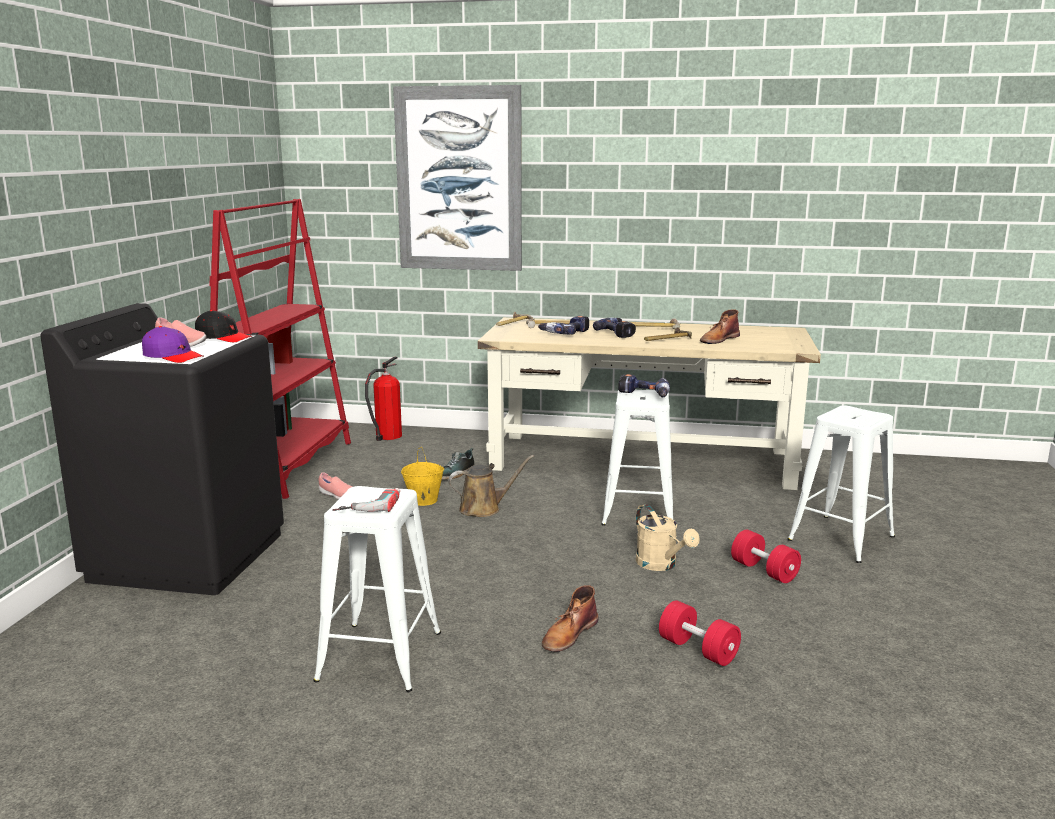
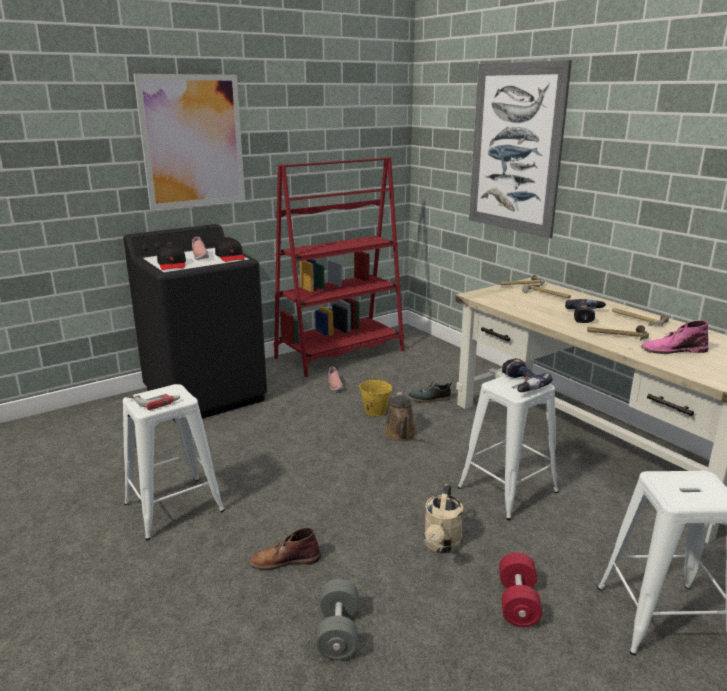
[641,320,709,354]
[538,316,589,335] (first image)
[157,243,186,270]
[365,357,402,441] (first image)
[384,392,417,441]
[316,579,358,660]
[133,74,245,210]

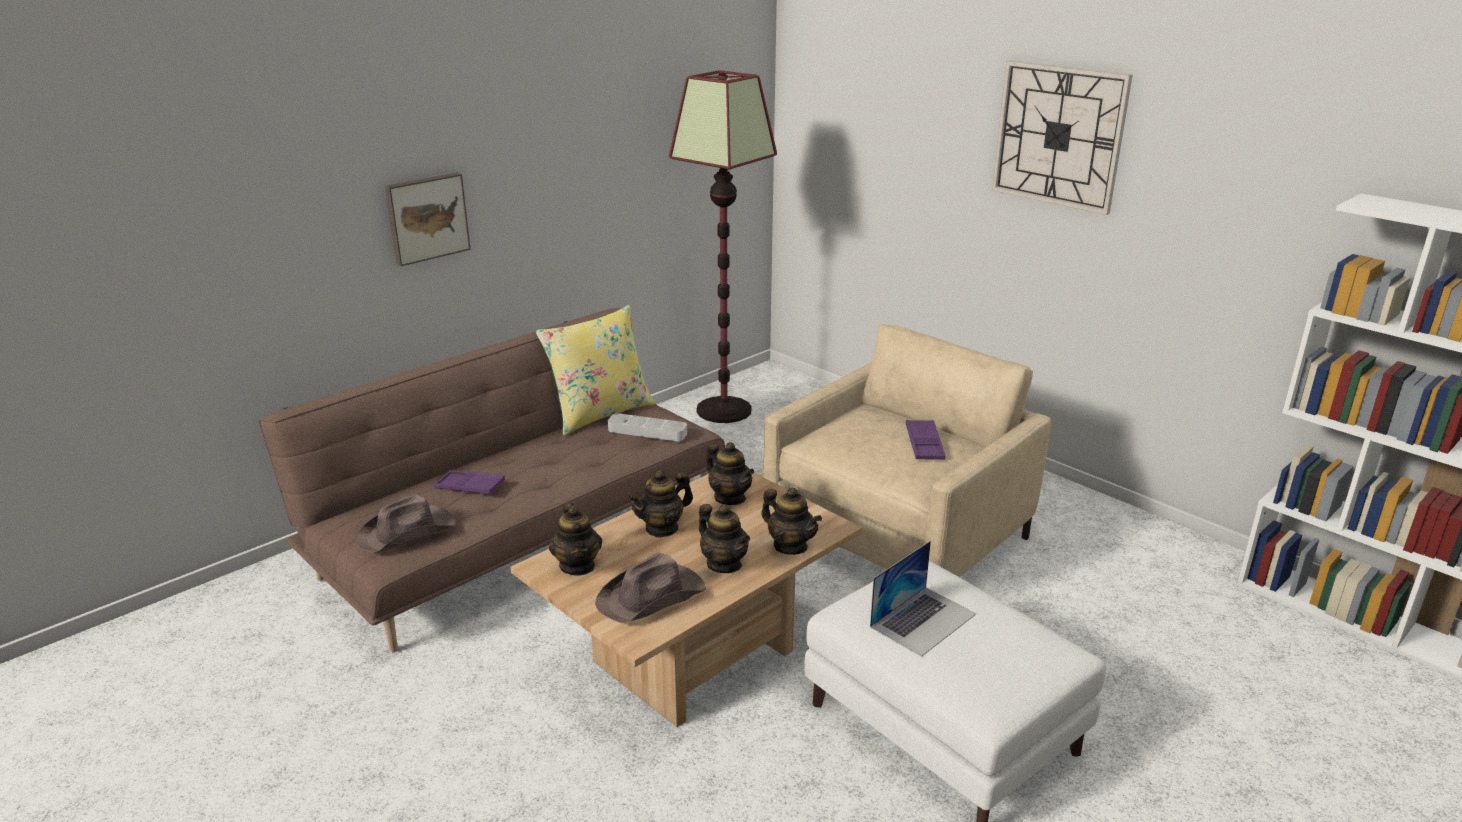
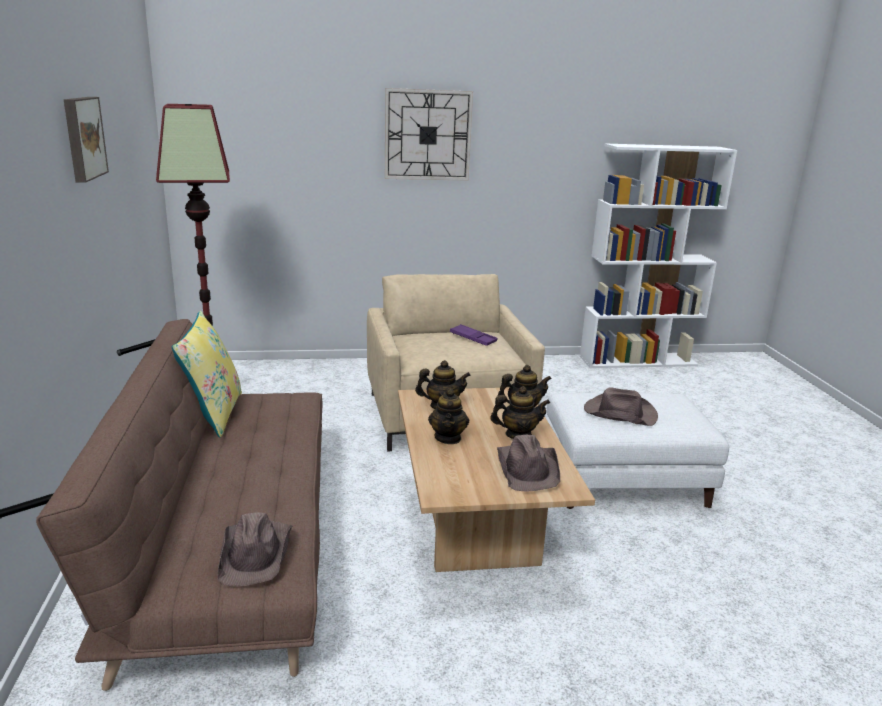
[64,97,109,183]
[608,413,687,441] (first image)
[434,470,505,494] (first image)
[549,503,602,576] (first image)
[584,387,658,426]

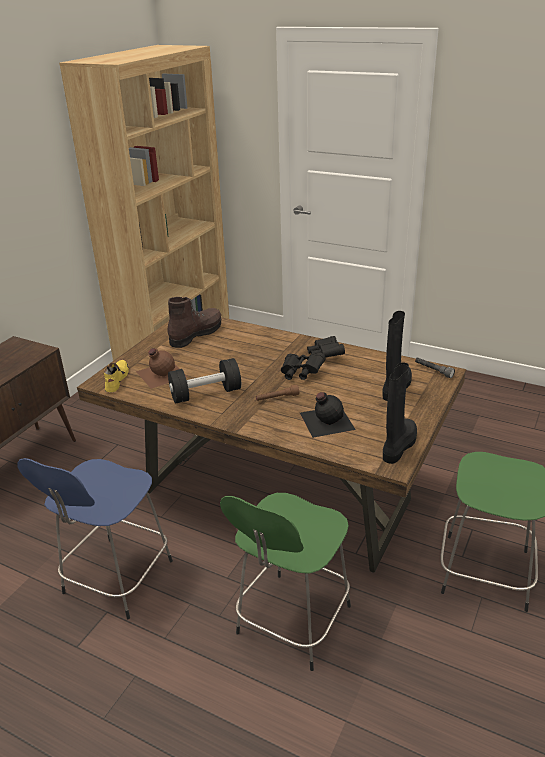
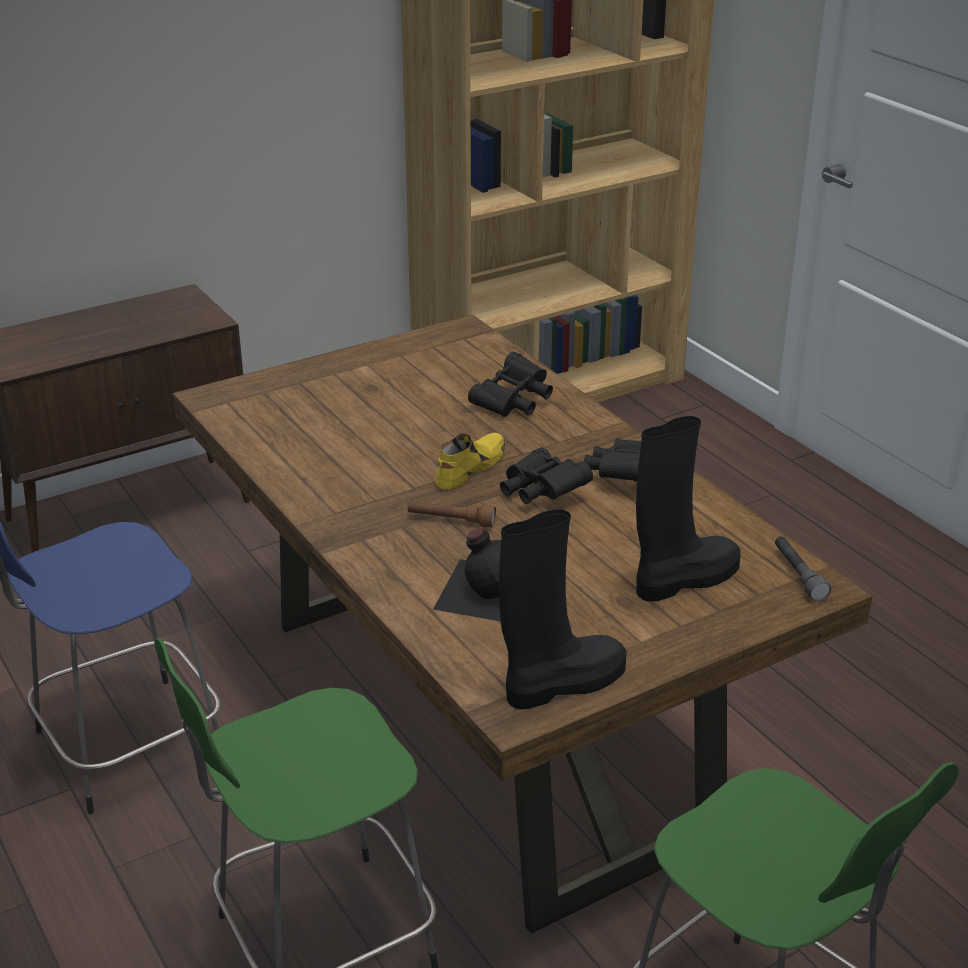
[168,297,221,348] (first image)
[136,348,187,389] (first image)
[168,358,241,404] (first image)
[434,433,506,490]
[468,352,553,417]

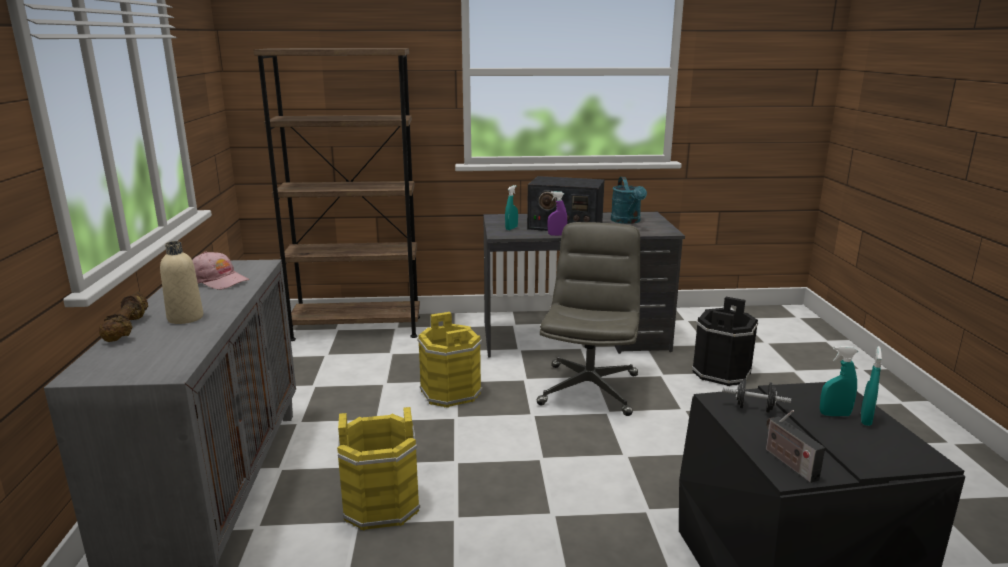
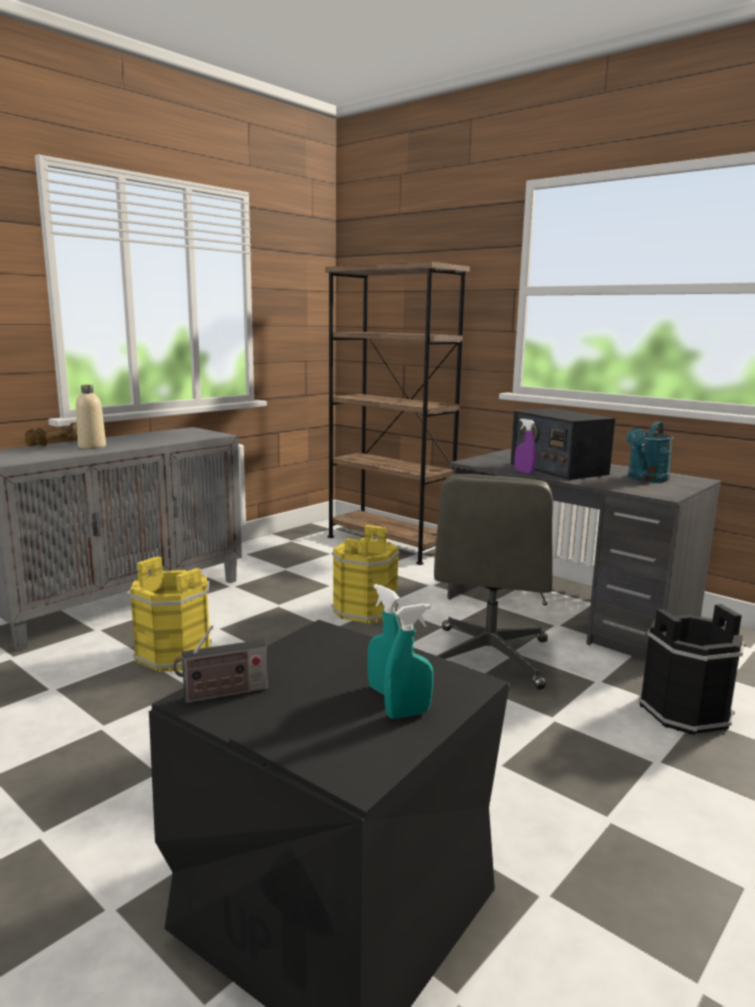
[505,185,518,230] (first image)
[434,474,553,690]
[192,252,249,289] (first image)
[722,378,791,413] (first image)
[173,625,268,703]

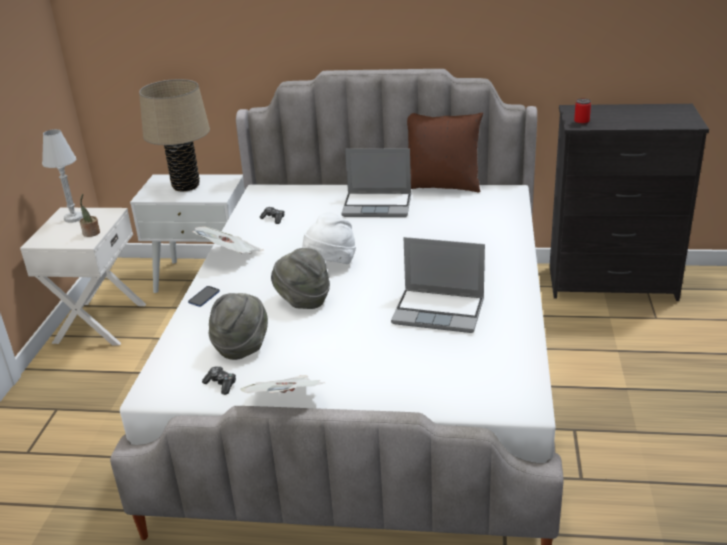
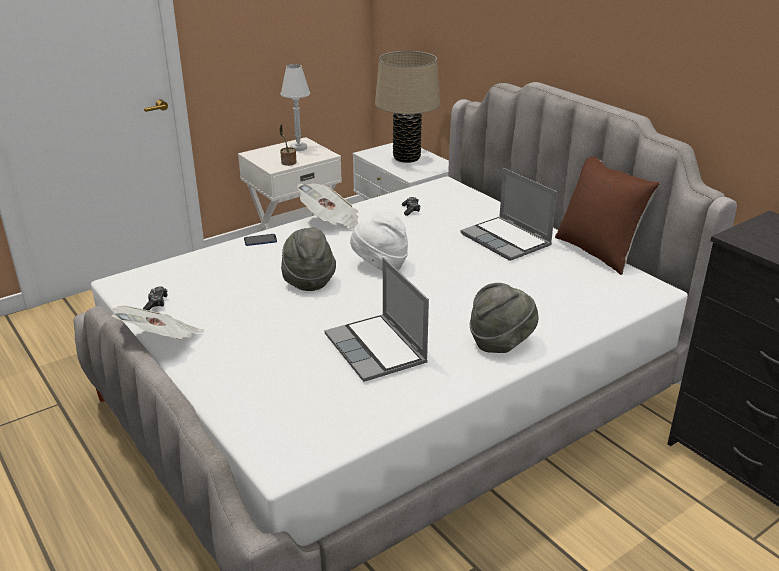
[574,98,591,125] (first image)
[470,283,538,353]

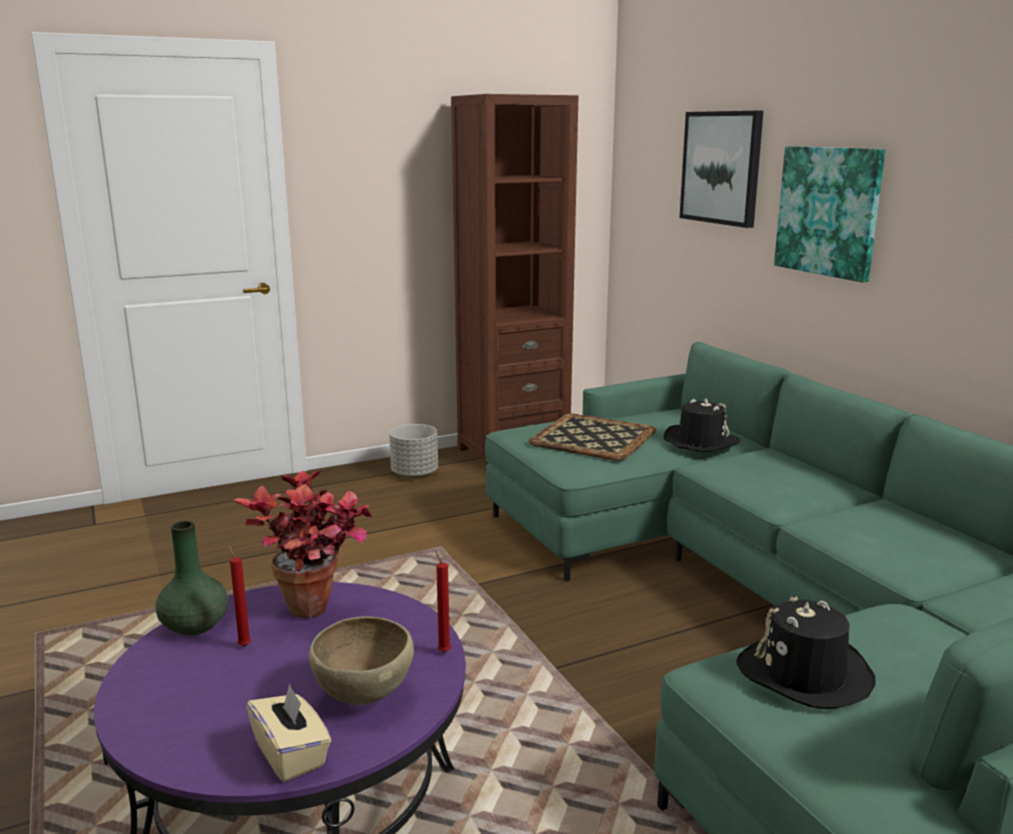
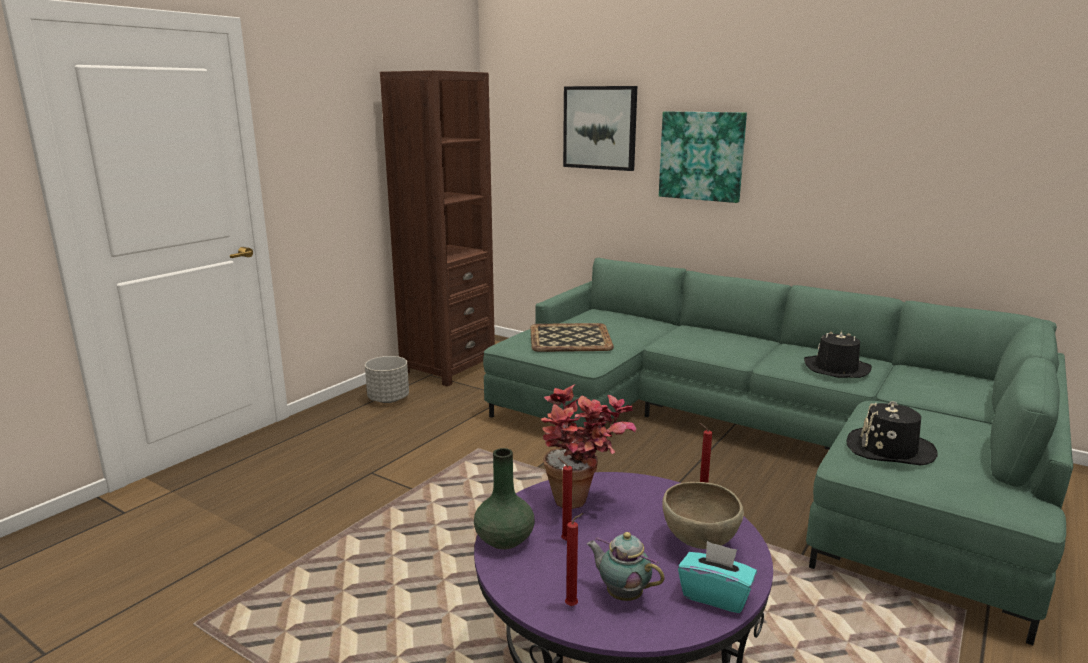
[804,331,872,378]
[678,541,757,613]
[565,513,584,606]
[587,532,665,601]

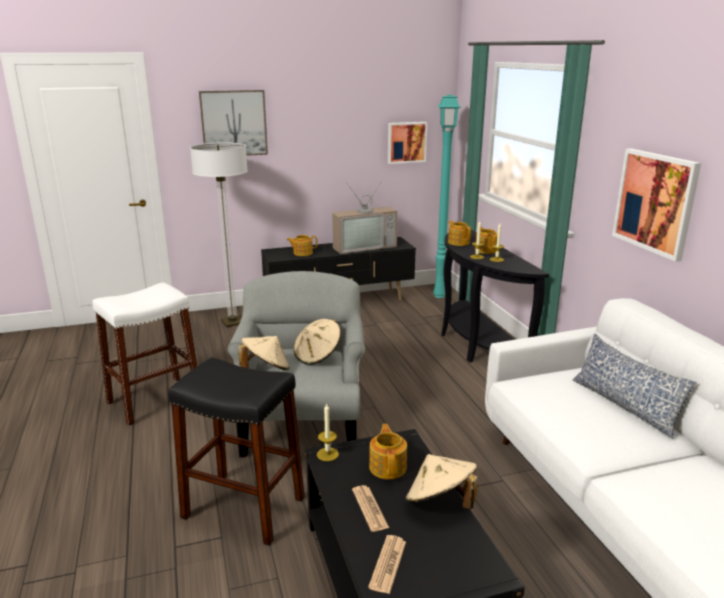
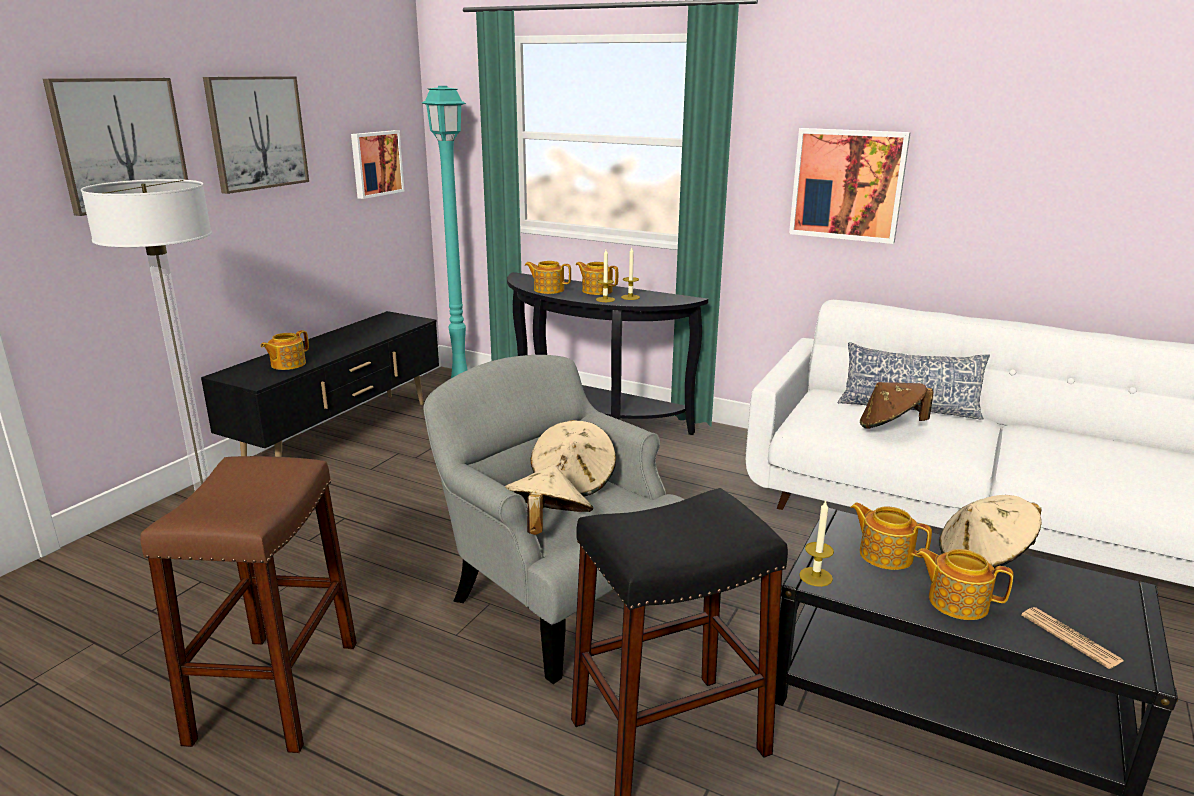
[332,179,398,254] (first image)
[140,456,357,753]
[916,548,1013,620]
[203,76,309,194]
[860,382,934,428]

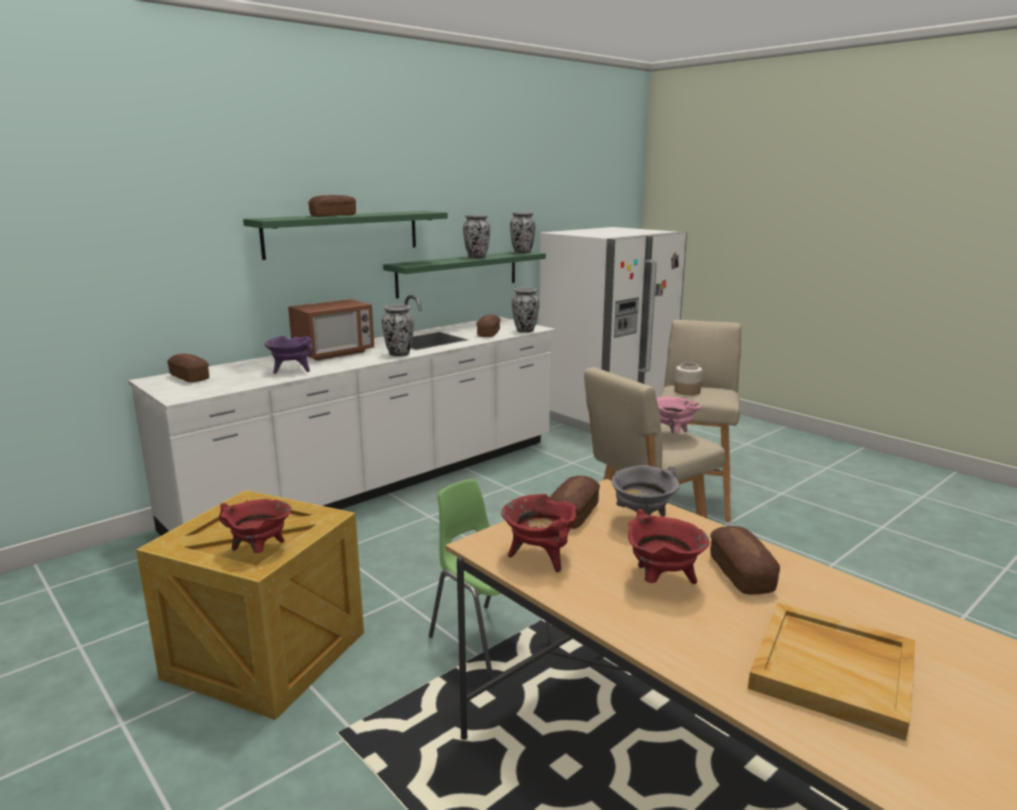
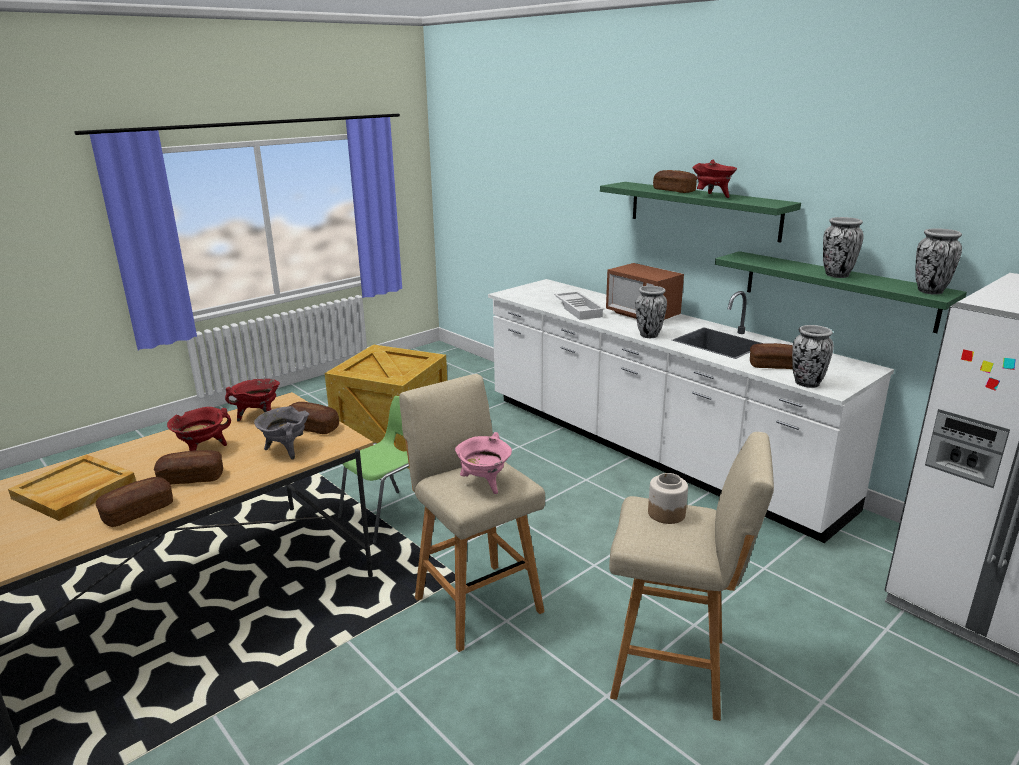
[554,291,605,320]
[96,477,173,527]
[692,160,737,198]

